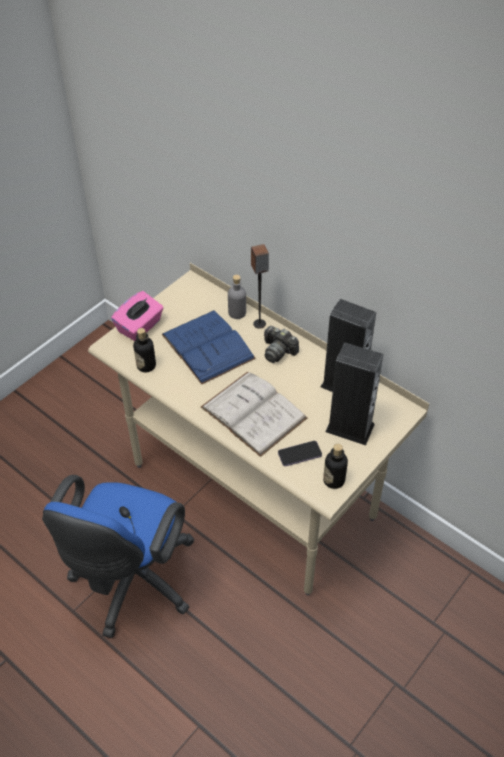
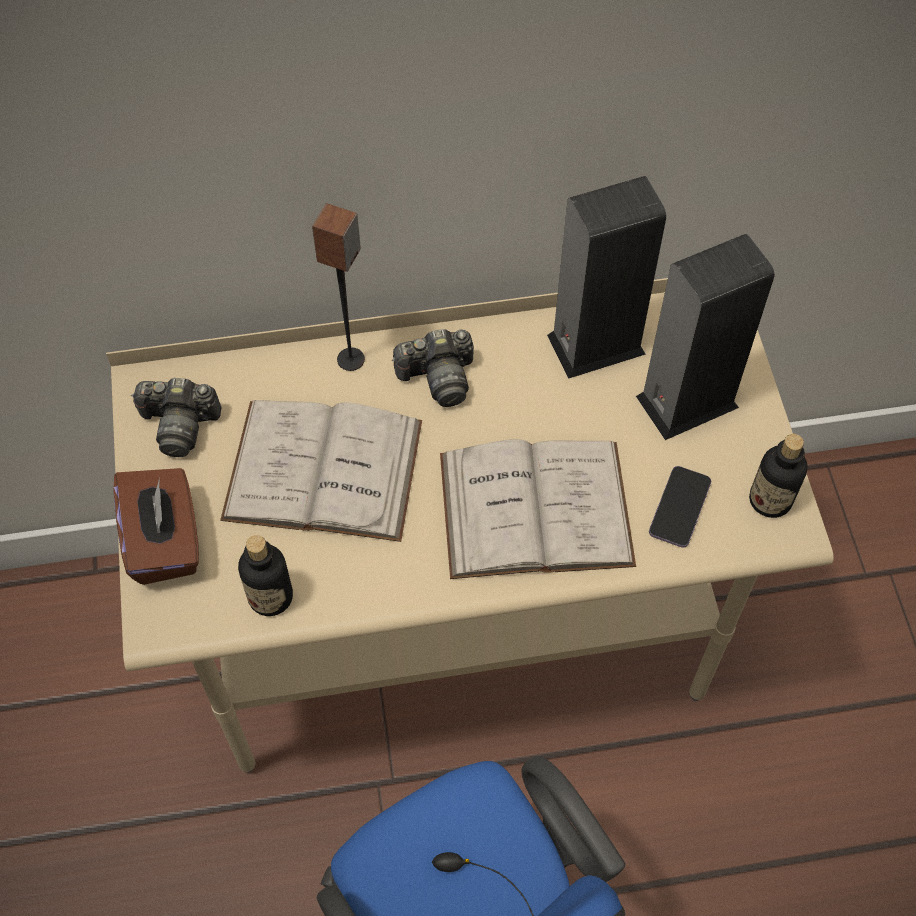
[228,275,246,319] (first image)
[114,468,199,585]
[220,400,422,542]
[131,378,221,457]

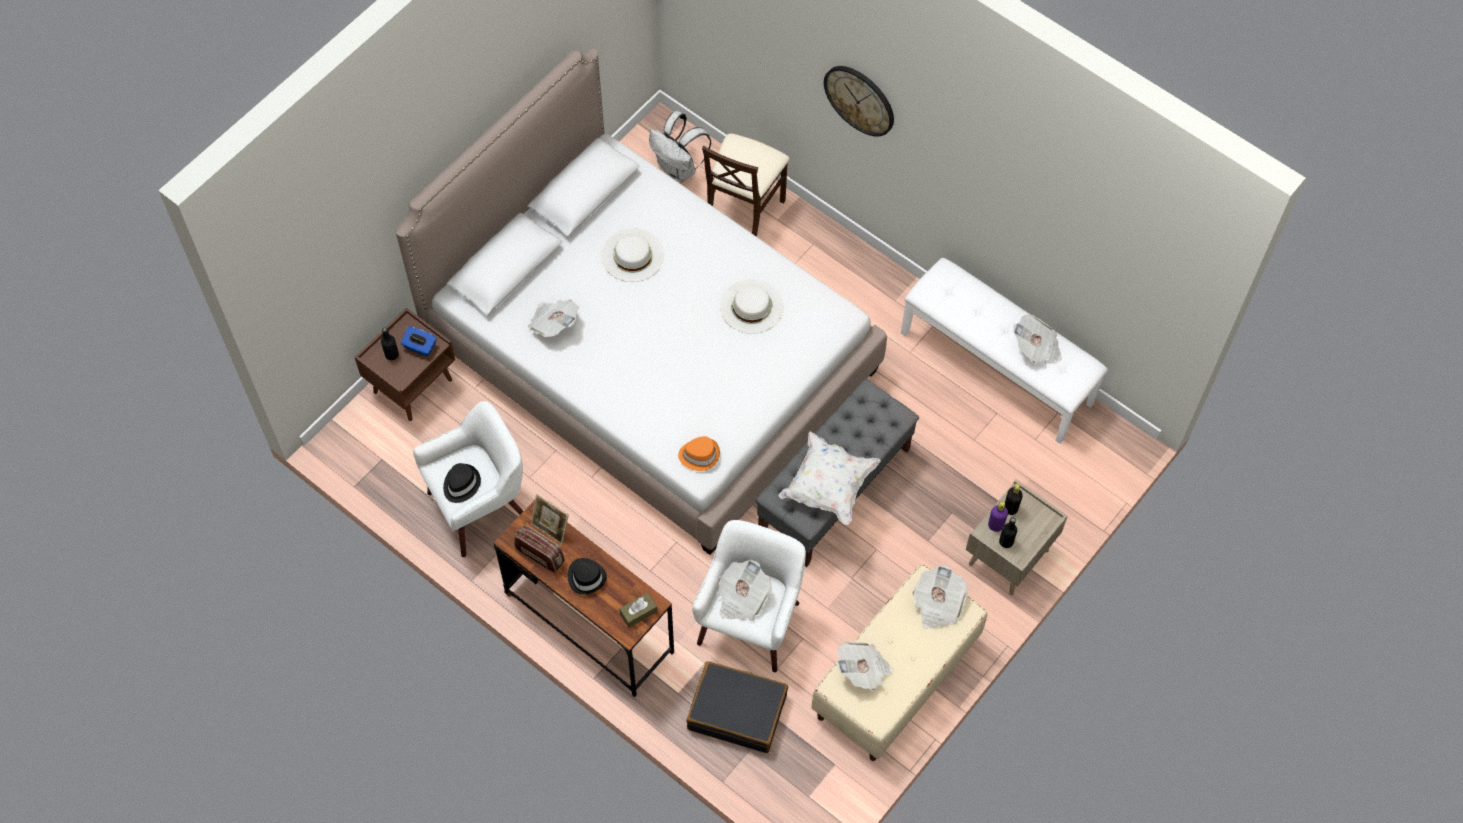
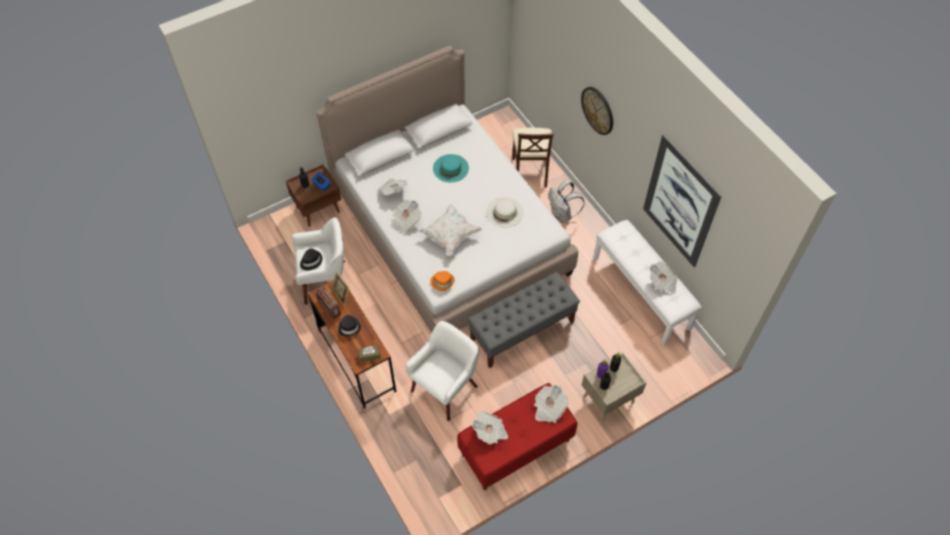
[548,180,584,223]
[512,128,554,187]
[433,154,469,182]
[418,204,482,256]
[390,200,421,233]
[457,383,577,490]
[687,661,788,753] (first image)
[643,134,722,267]

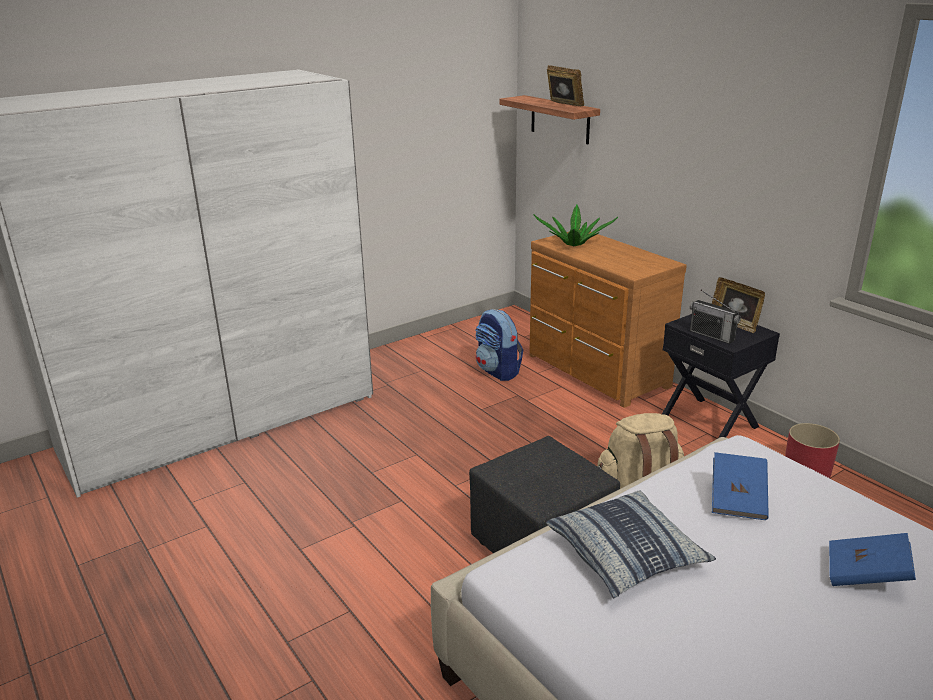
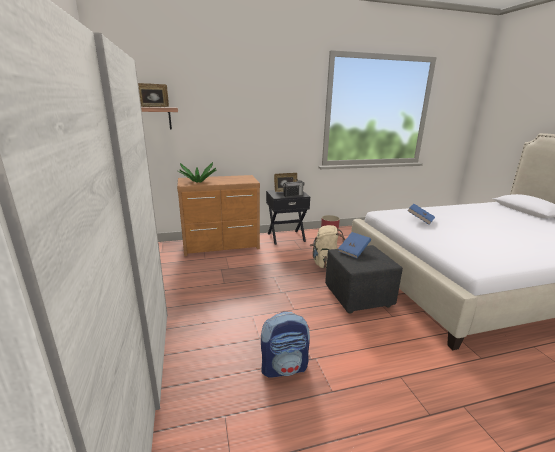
[261,312,310,378]
[546,491,716,598] (first image)
[338,232,371,258]

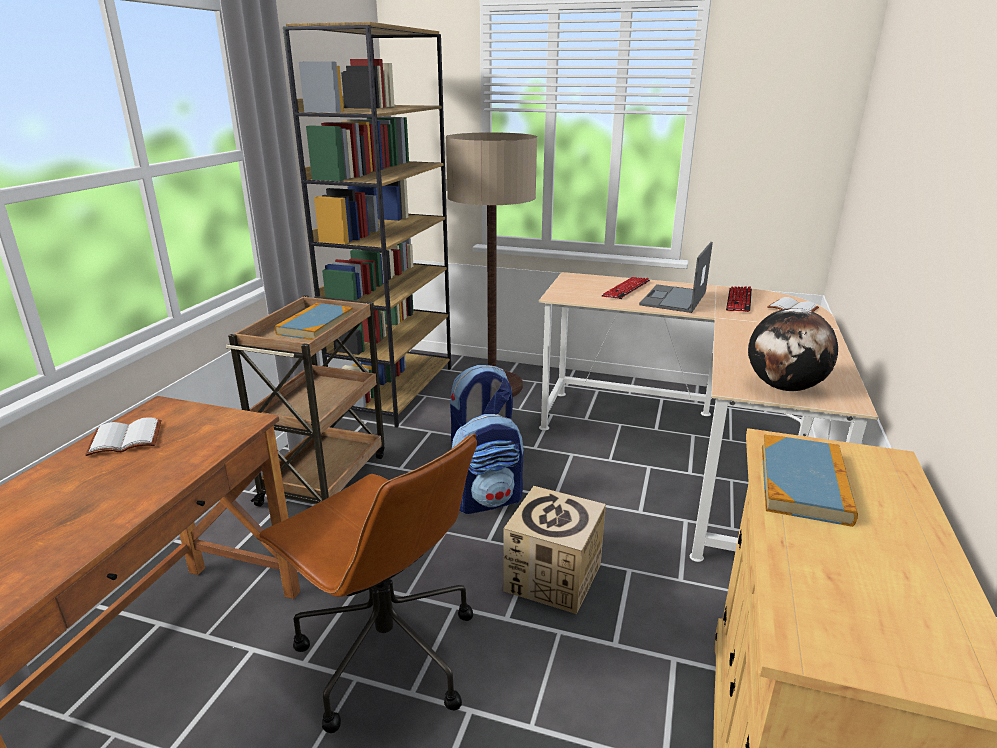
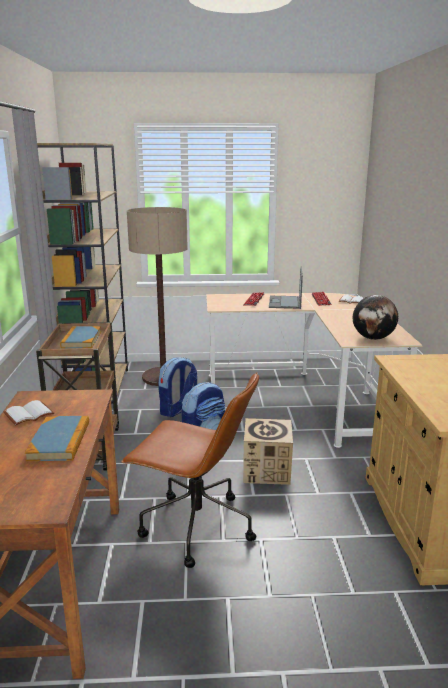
[25,416,89,461]

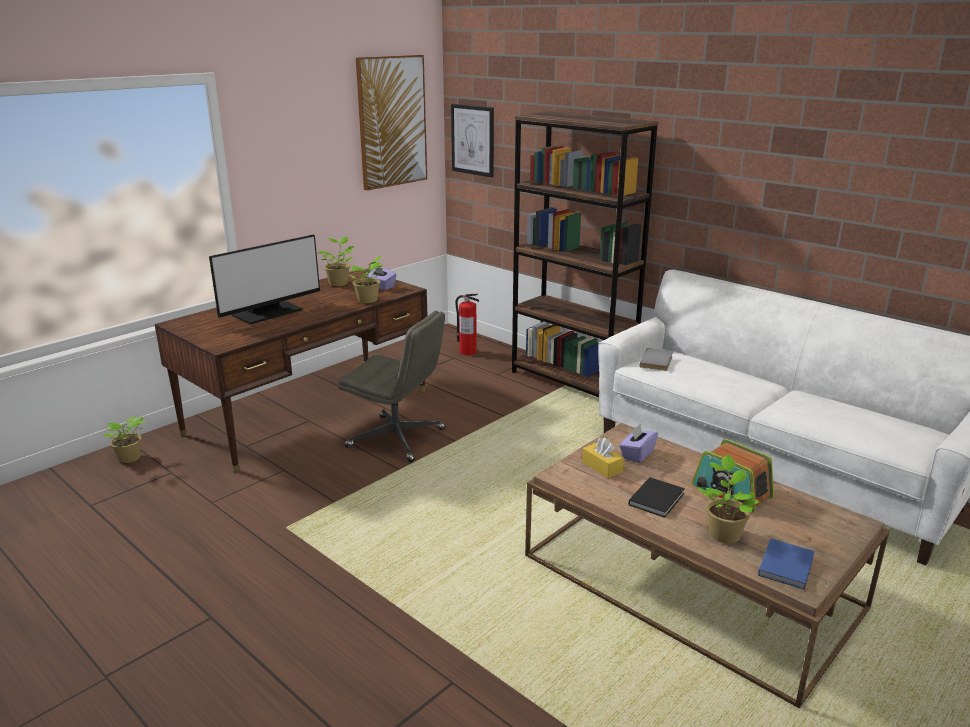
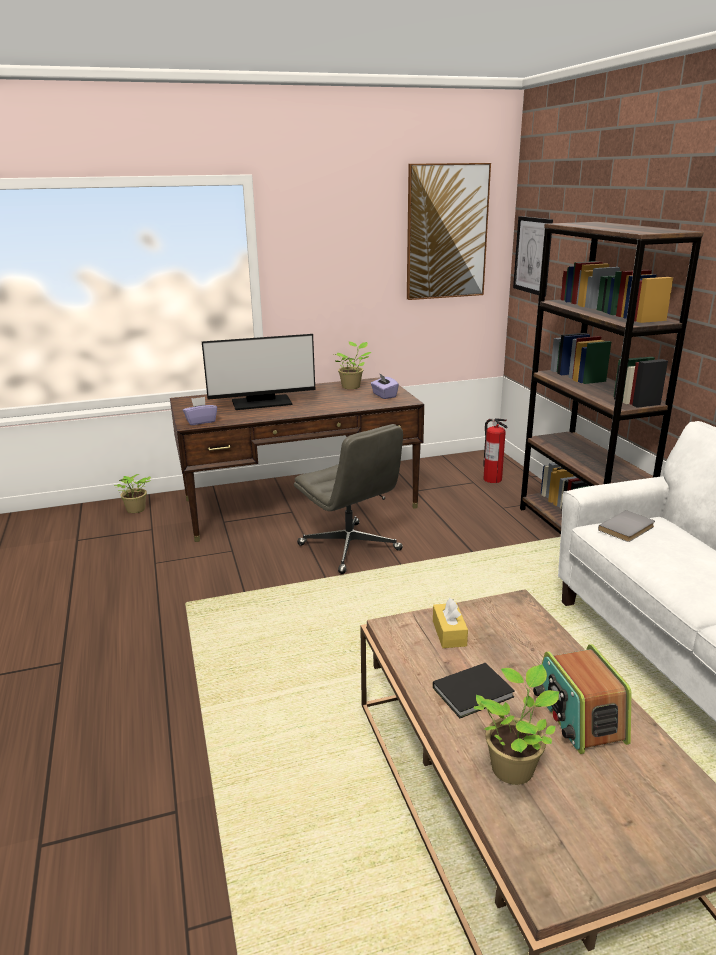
[349,256,384,303] (first image)
[183,397,217,425]
[758,539,815,590] (first image)

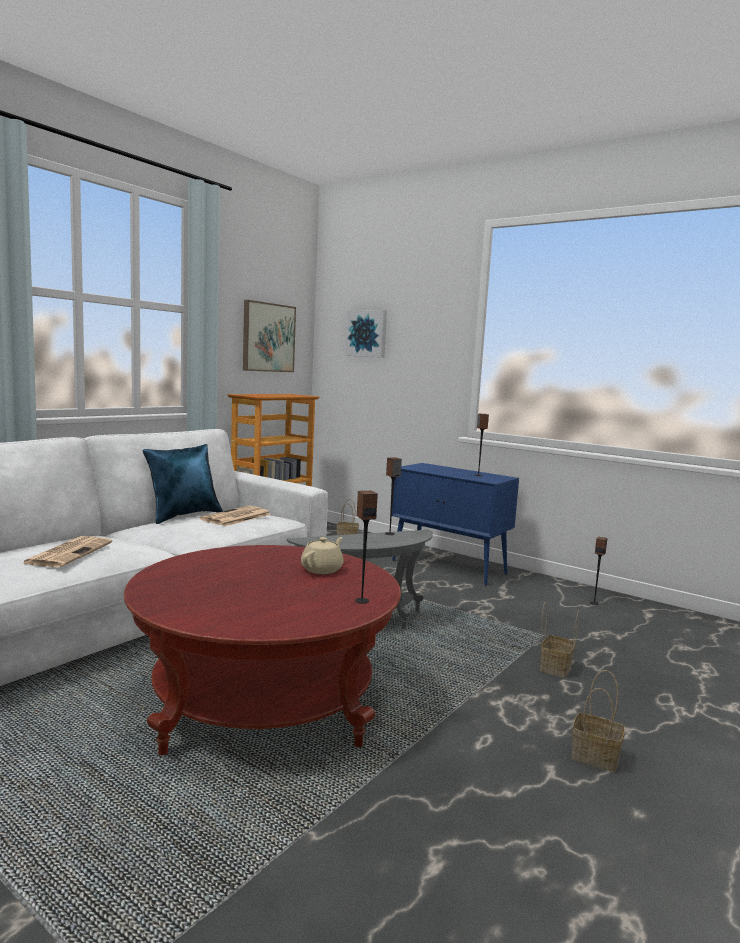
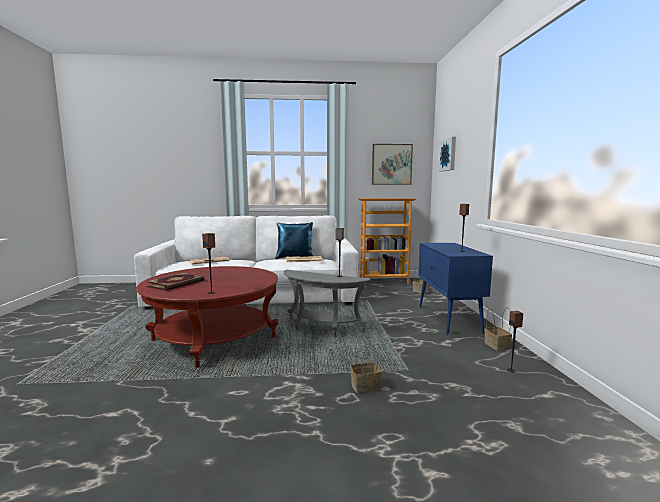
[301,537,344,574] (first image)
[485,307,512,351]
[146,272,204,291]

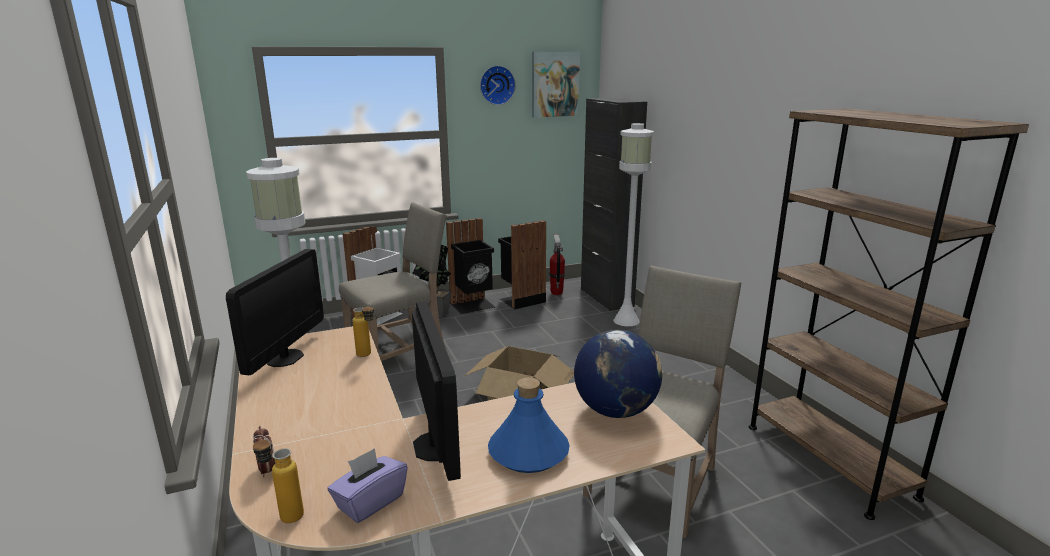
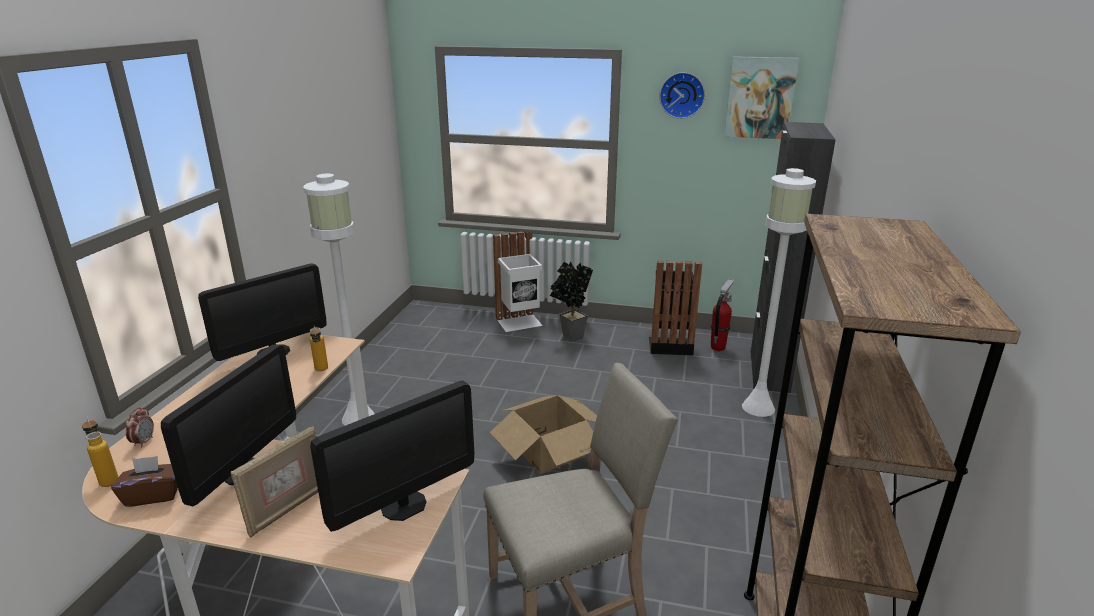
[339,202,447,361] (first image)
[446,218,495,314] (first image)
[310,381,474,532]
[231,426,318,538]
[111,456,178,507]

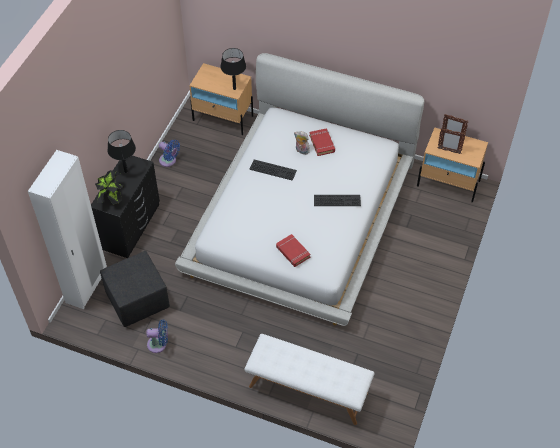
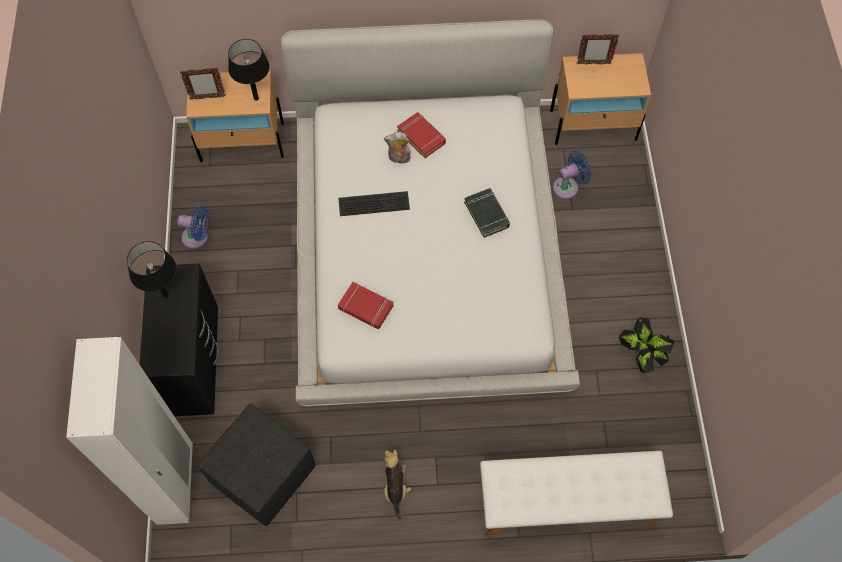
[180,67,226,100]
[619,317,674,374]
[464,188,510,238]
[338,282,394,329]
[553,151,591,199]
[384,450,411,519]

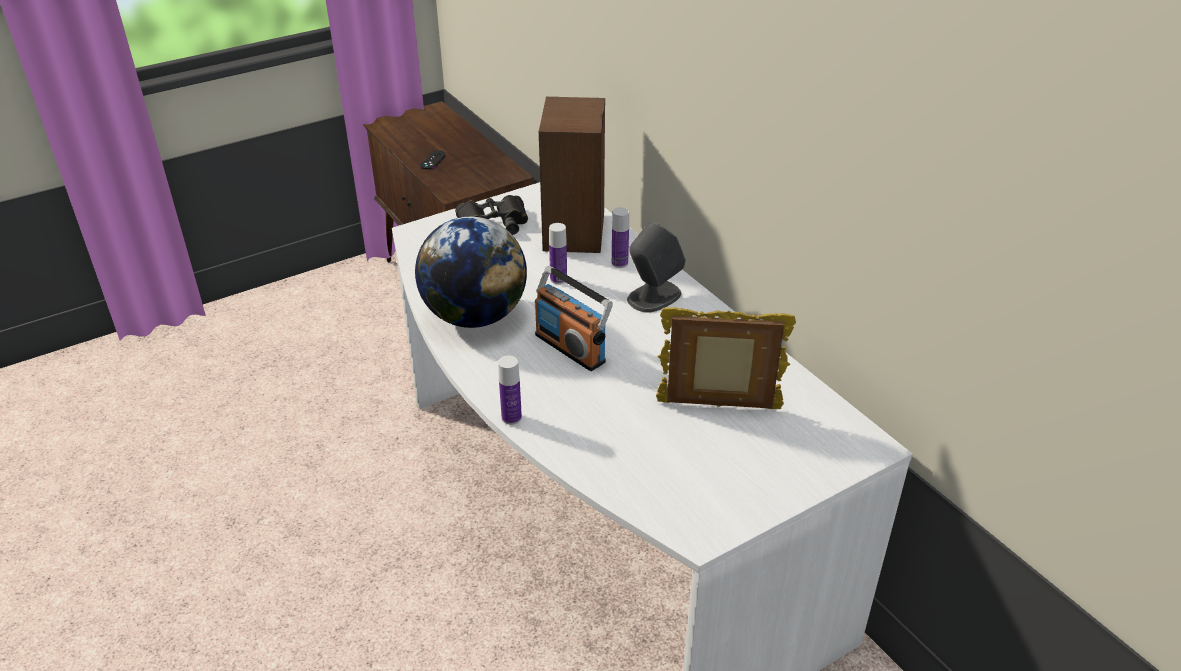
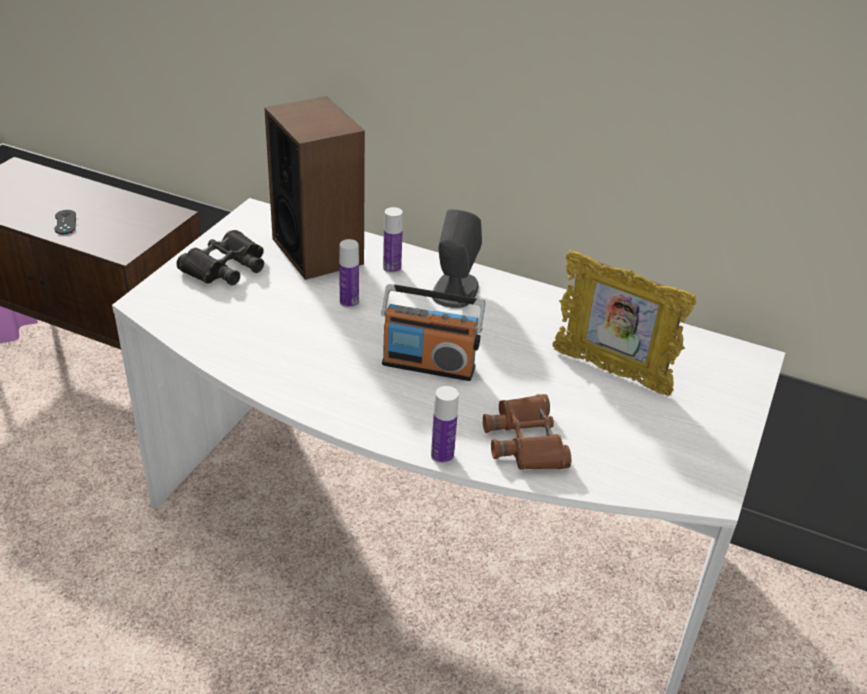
[415,216,527,328] (first image)
[552,250,696,396]
[483,394,572,470]

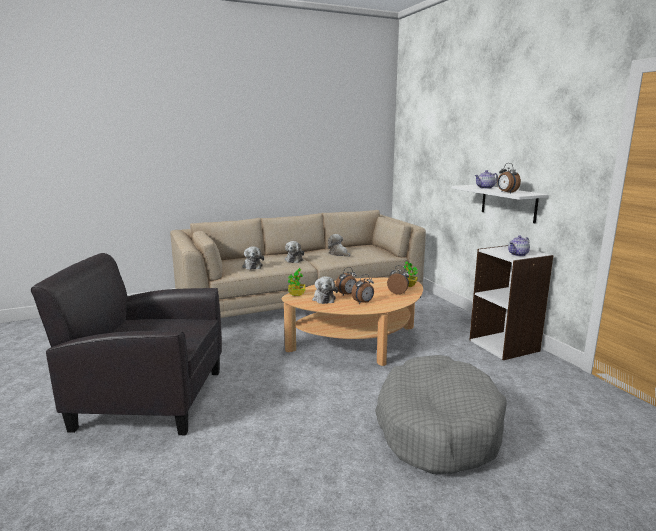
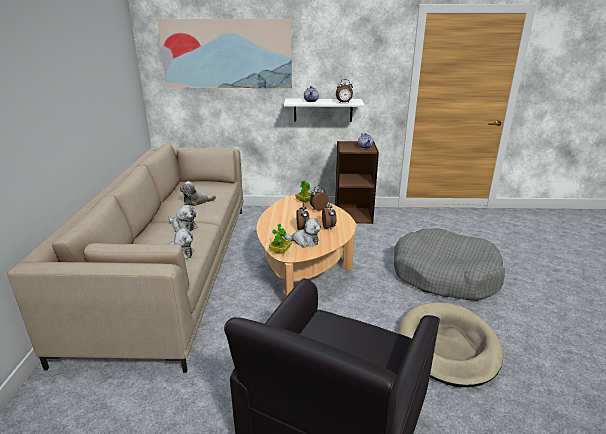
[335,141,379,224]
[157,19,292,88]
[399,302,503,387]

